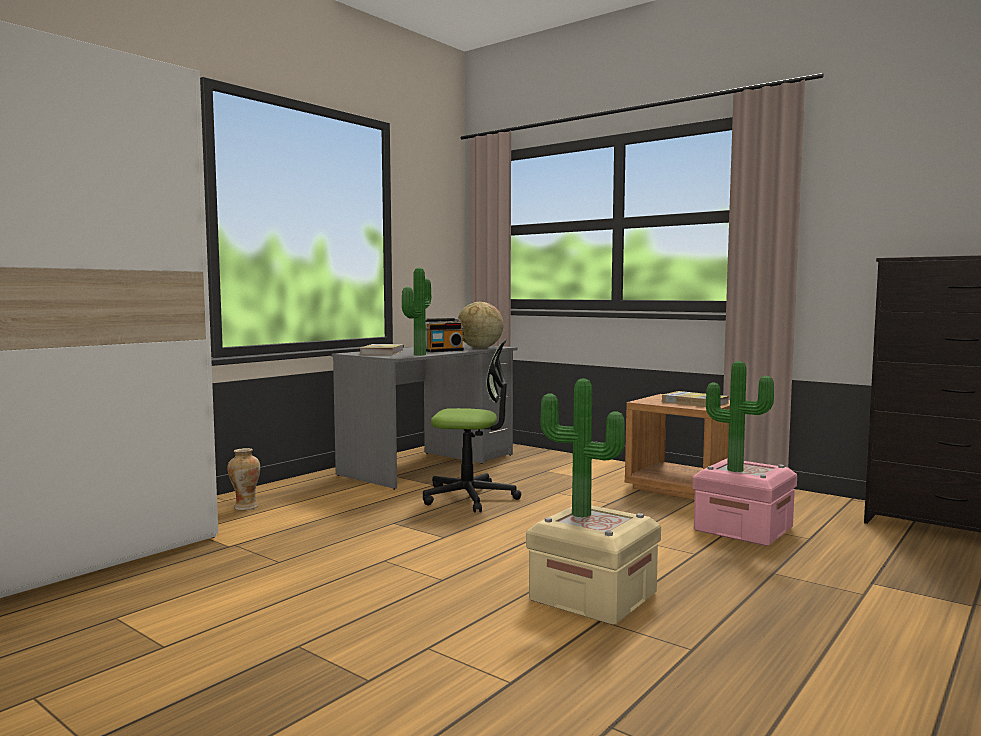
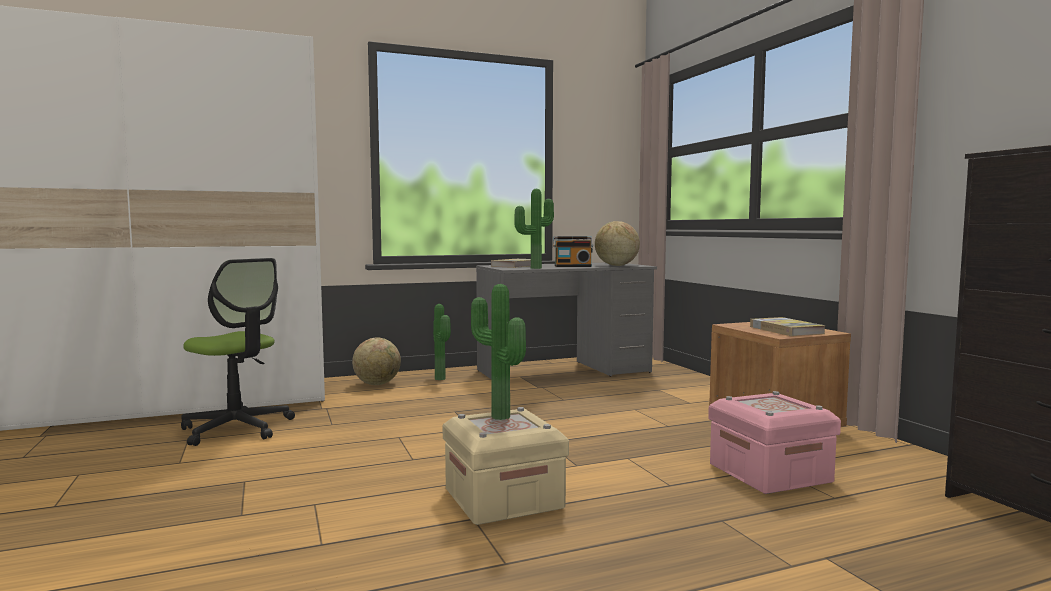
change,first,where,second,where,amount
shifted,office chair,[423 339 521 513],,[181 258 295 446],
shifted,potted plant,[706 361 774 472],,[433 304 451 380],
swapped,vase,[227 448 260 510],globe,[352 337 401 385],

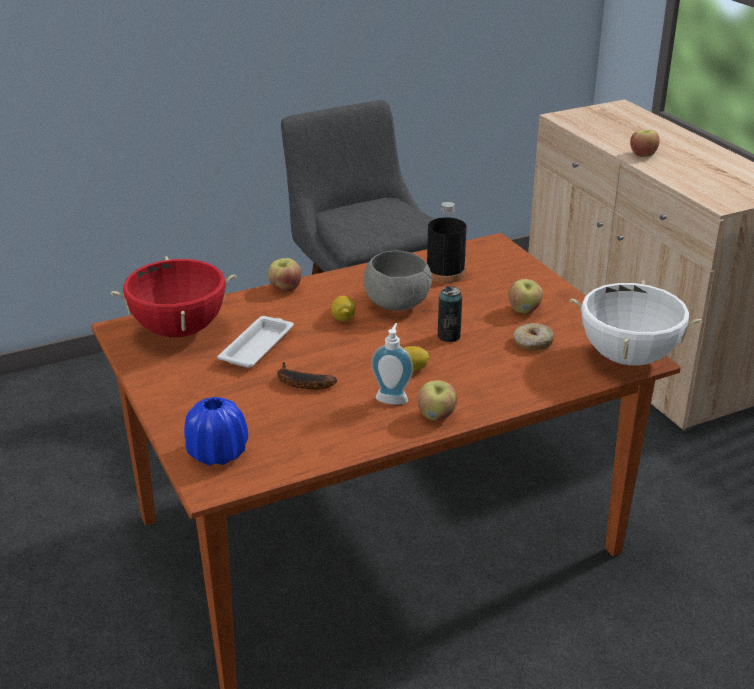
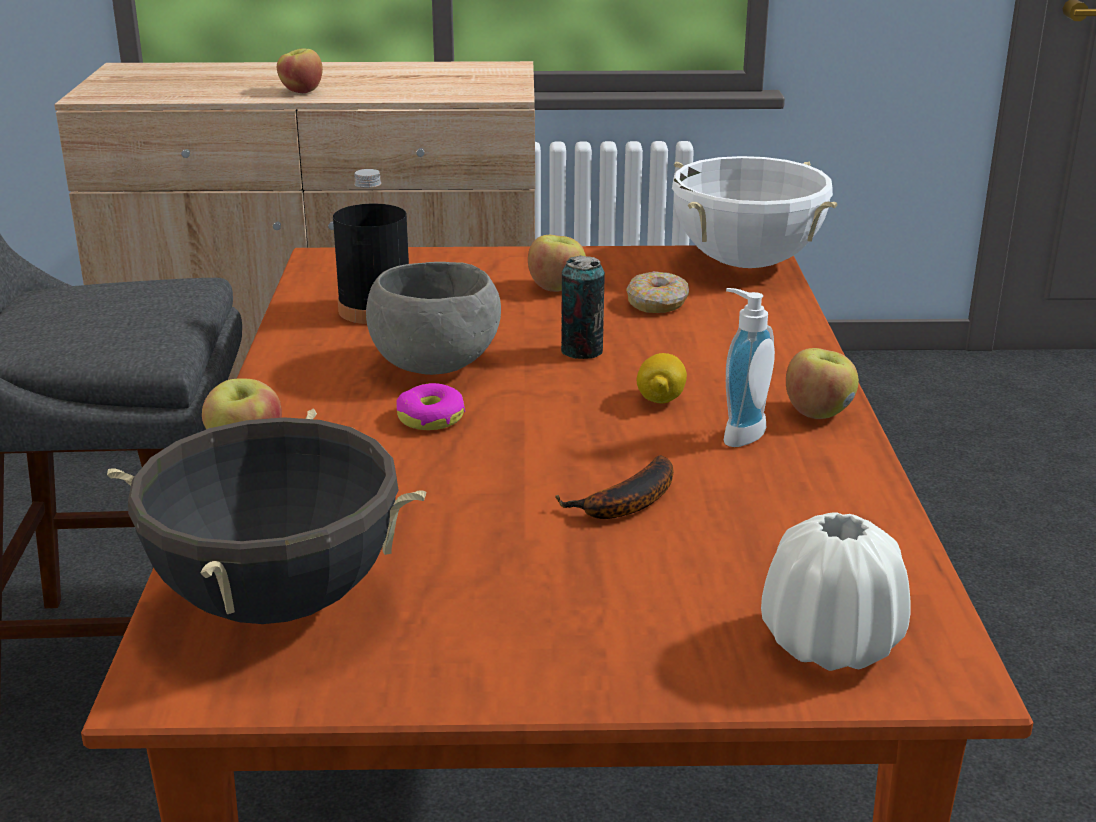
change,first,where,second,where,amount
repainted,red cooking pot,[110 256 237 337],black cooking pot,[107 408 426 624],
swapped,lemon,[331 296 356 321],donut,[396 383 465 430],
gone,white tray,[217 316 294 368],,,
repainted,blue vase,[184 397 248 466],white vase,[761 512 910 671],

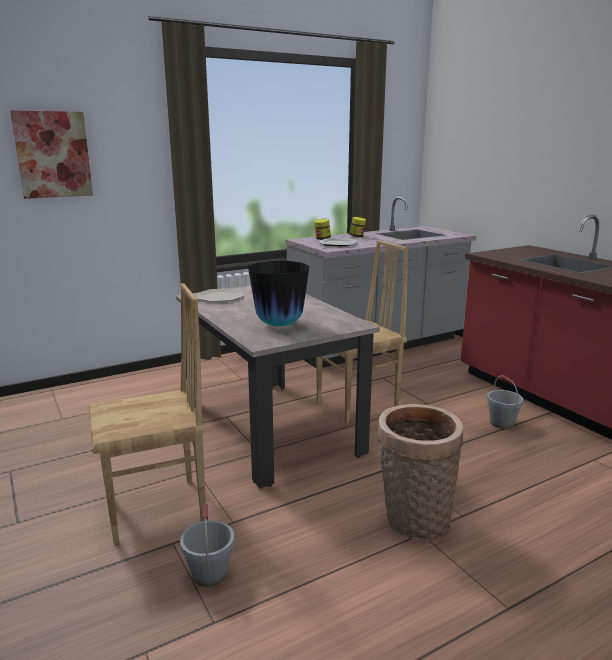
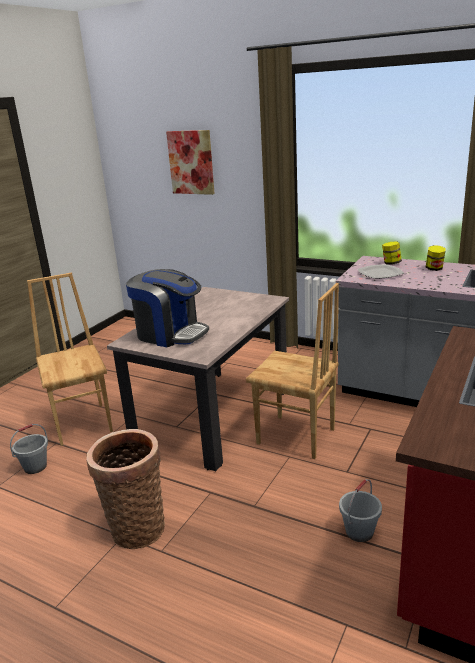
change,first,where,second,where,amount
swapped,vase,[248 261 309 326],coffee machine,[126 269 209 347],
rotated,brown chair,[88 283 206 544],,[27 273 113 446],150 degrees counterclockwise
gone,plate,[197 288 244 302],,,

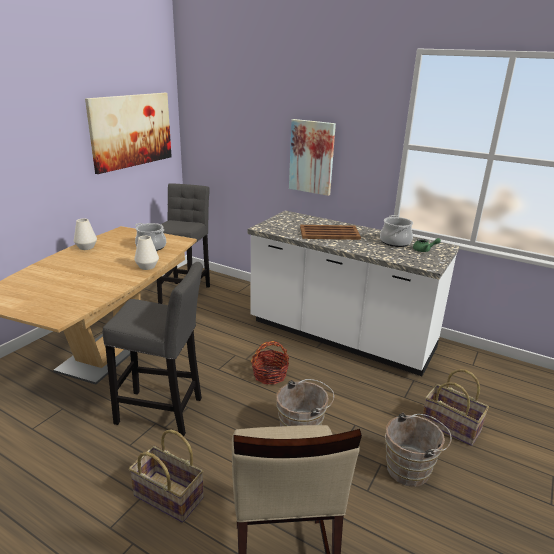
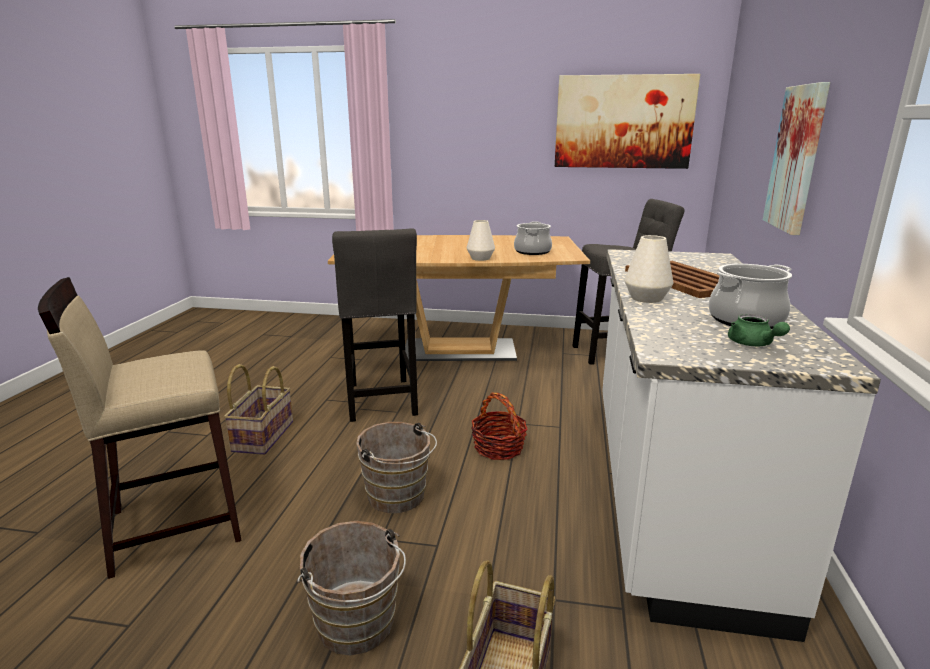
change,first,where,second,where,amount
shifted,white vase,[74 218 97 250],,[624 235 673 303],

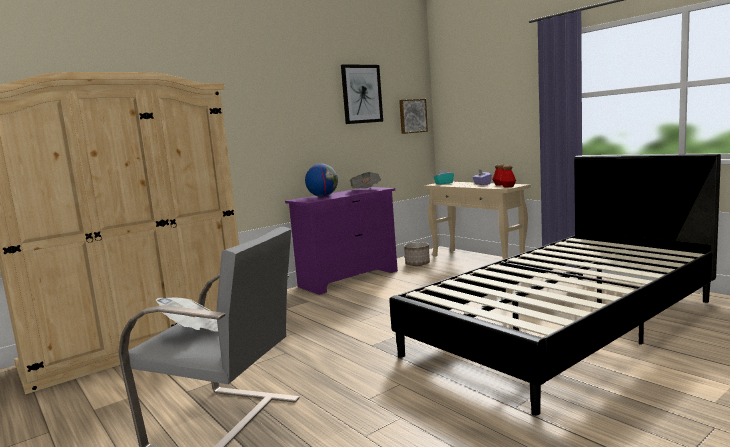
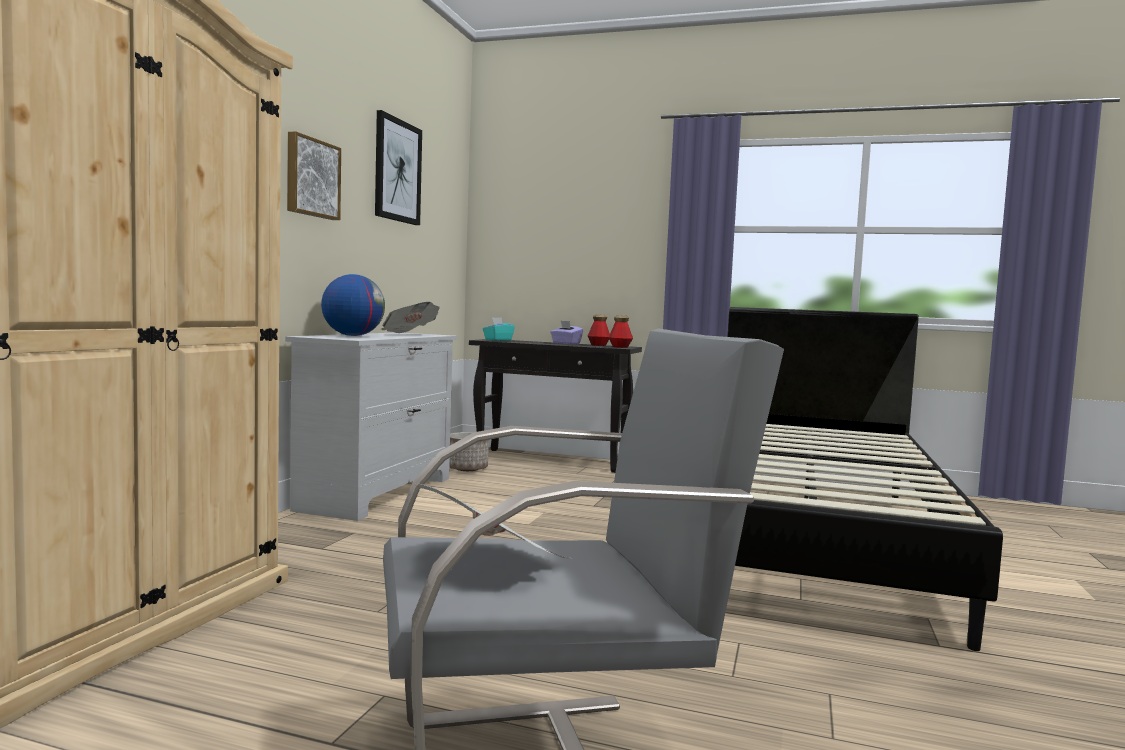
change,first,where,second,where,amount
shifted,picture,[399 99 428 134],,[287 131 341 220],
repainted,beige console table,[424 182 531 259],black console table,[469 339 642 473],
repainted,purple dresser,[285 187 398 295],white dresser,[285 333 457 521],

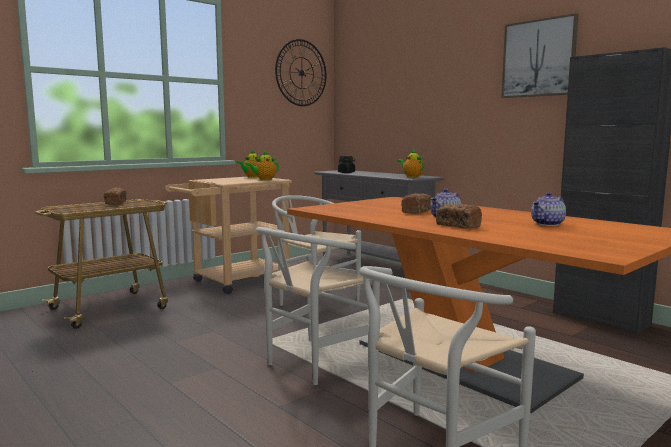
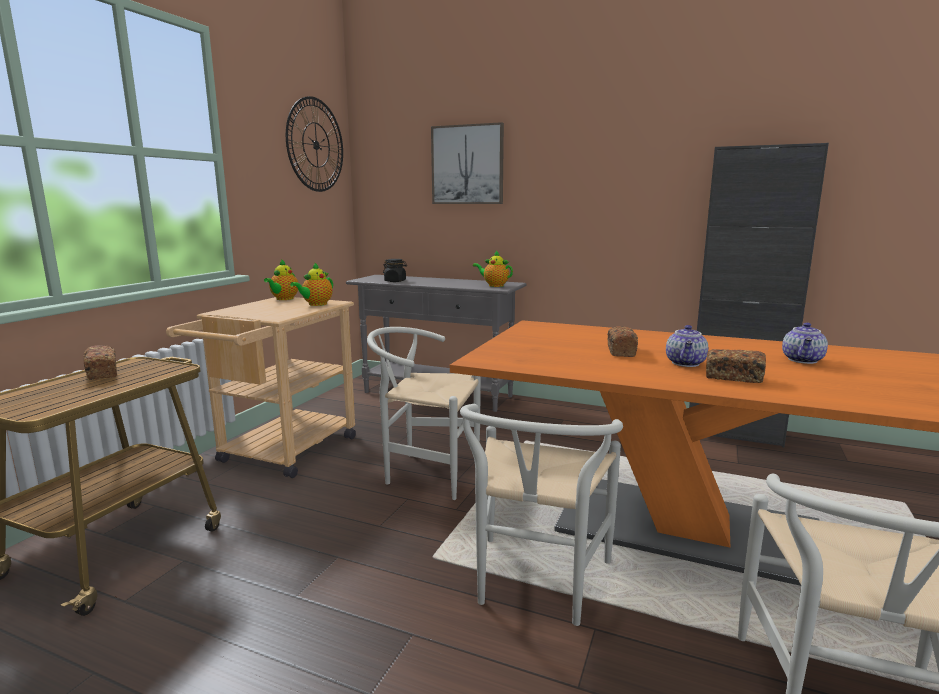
change,first,where,second,where,amount
shifted,picture,[501 13 578 98],,[431 122 504 204],

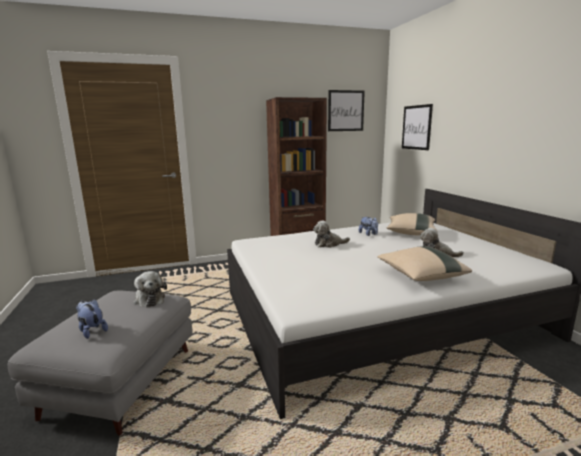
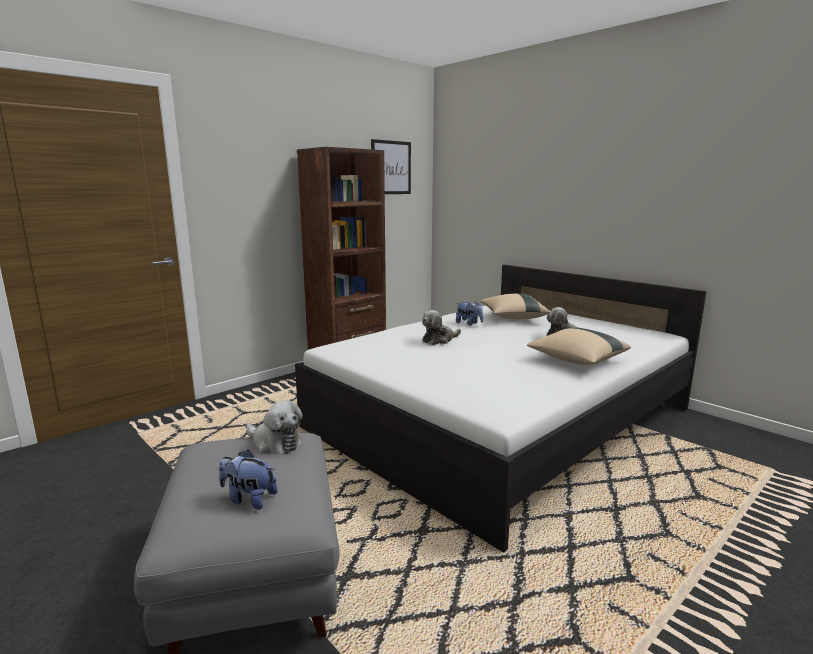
change,first,where,second,where,amount
gone,picture,[402 104 433 150],,,

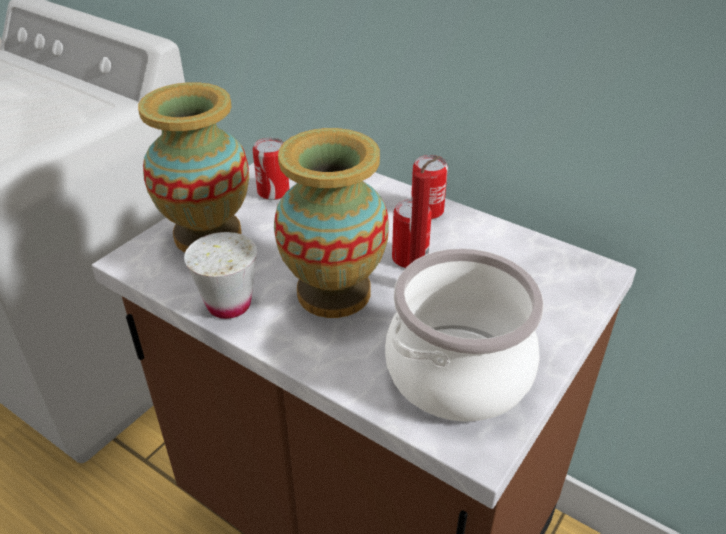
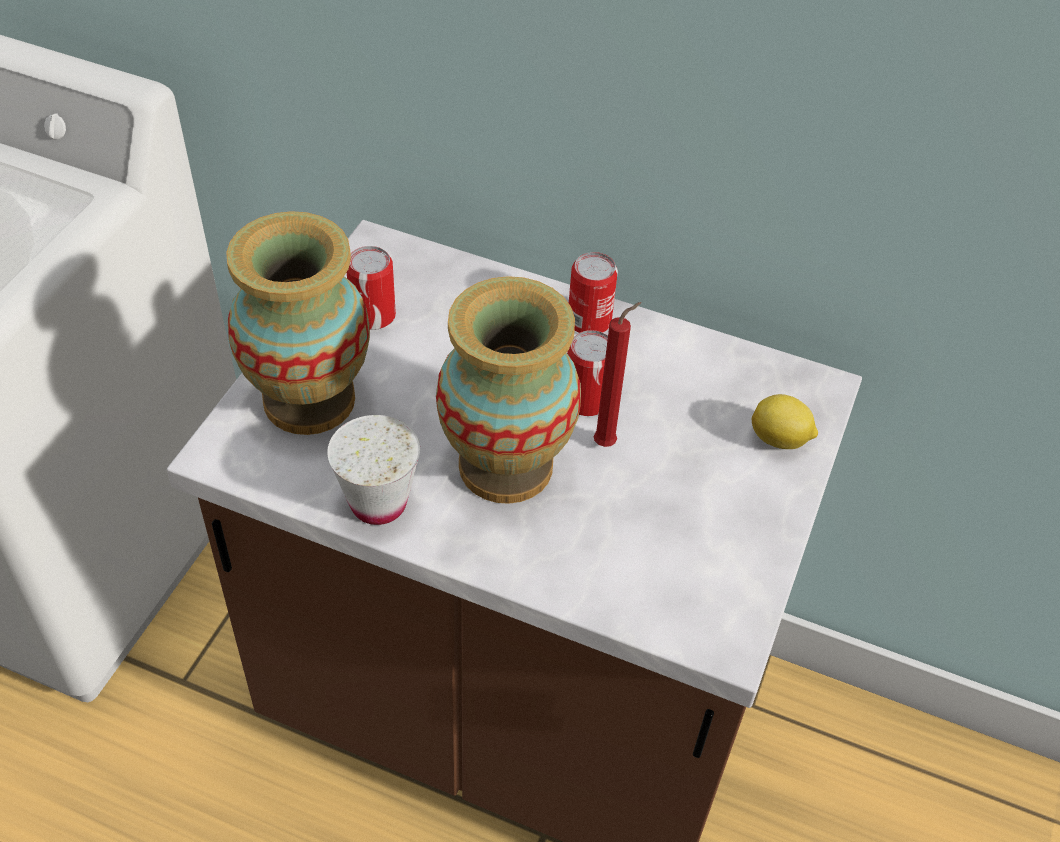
change,first,where,second,where,amount
gone,cooking pot,[385 248 544 422],,,
new,,,lemon,[752 394 818 449],

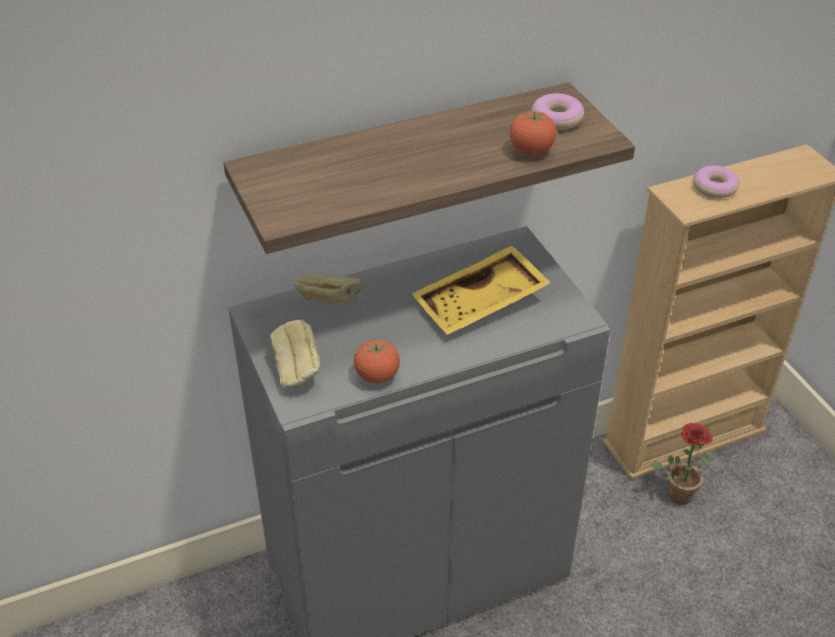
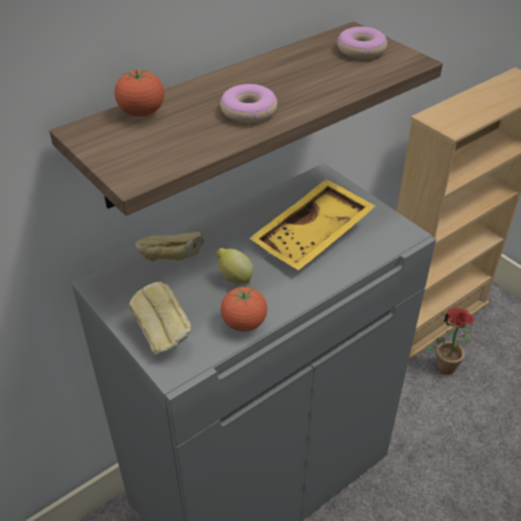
change,first,where,second,where,amount
shifted,tomato,[510 110 556 155],,[115 69 164 117],
shifted,donut,[693 165 740 198],,[220 84 278 123],
new,,,lemon,[217 248 254 285],

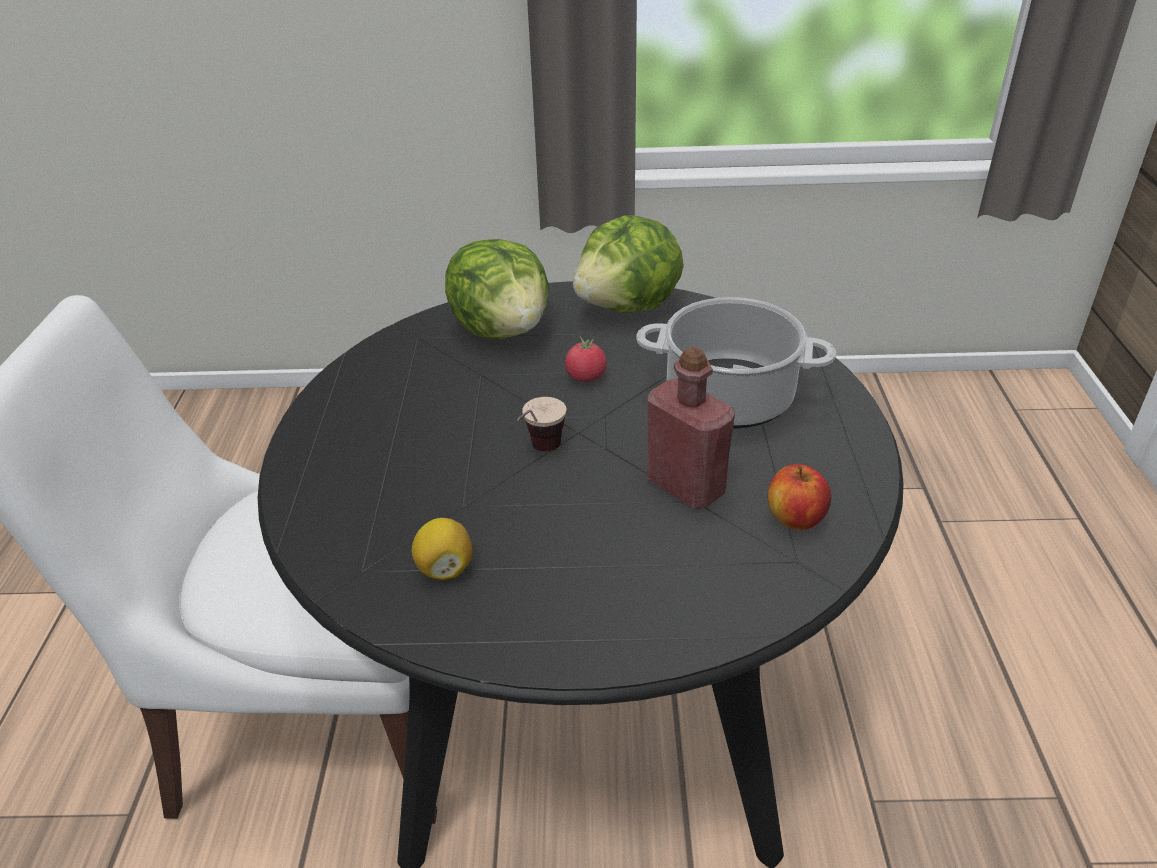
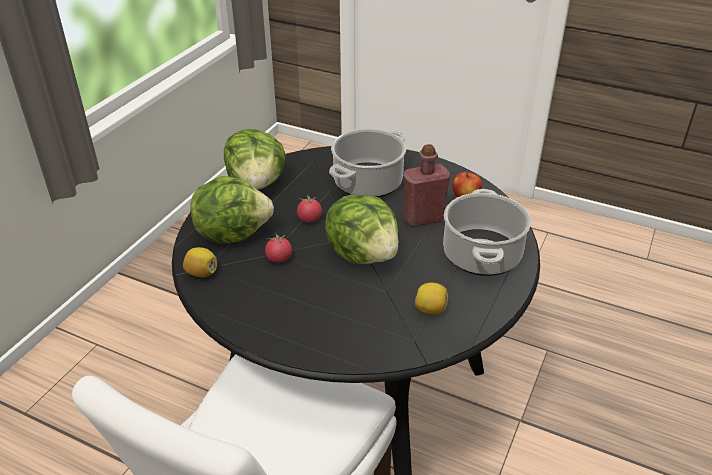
change,first,where,second,where,amount
swapped,cup,[517 397 566 452],lettuce,[325 194 399 264],
new,,,cooking pot,[443 189 531 276],
new,,,tomato,[265 234 292 263],
new,,,lemon,[183 247 217 277],

